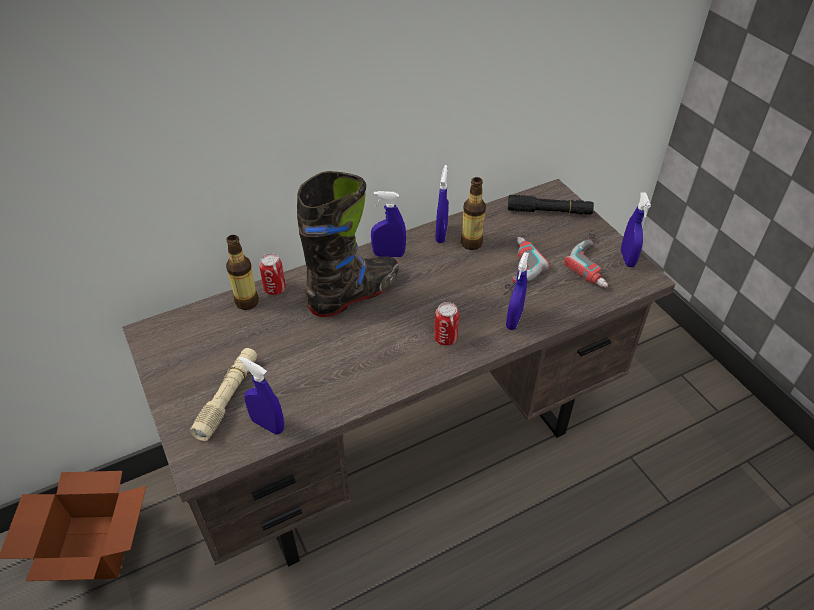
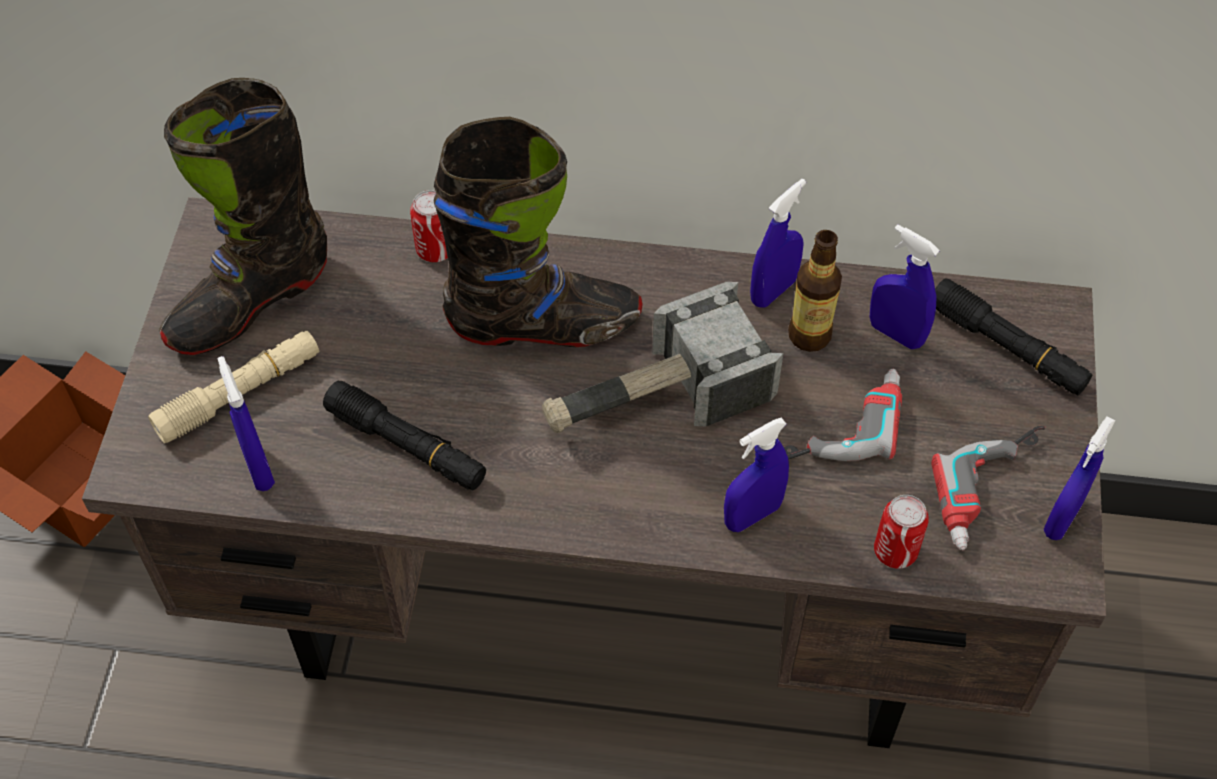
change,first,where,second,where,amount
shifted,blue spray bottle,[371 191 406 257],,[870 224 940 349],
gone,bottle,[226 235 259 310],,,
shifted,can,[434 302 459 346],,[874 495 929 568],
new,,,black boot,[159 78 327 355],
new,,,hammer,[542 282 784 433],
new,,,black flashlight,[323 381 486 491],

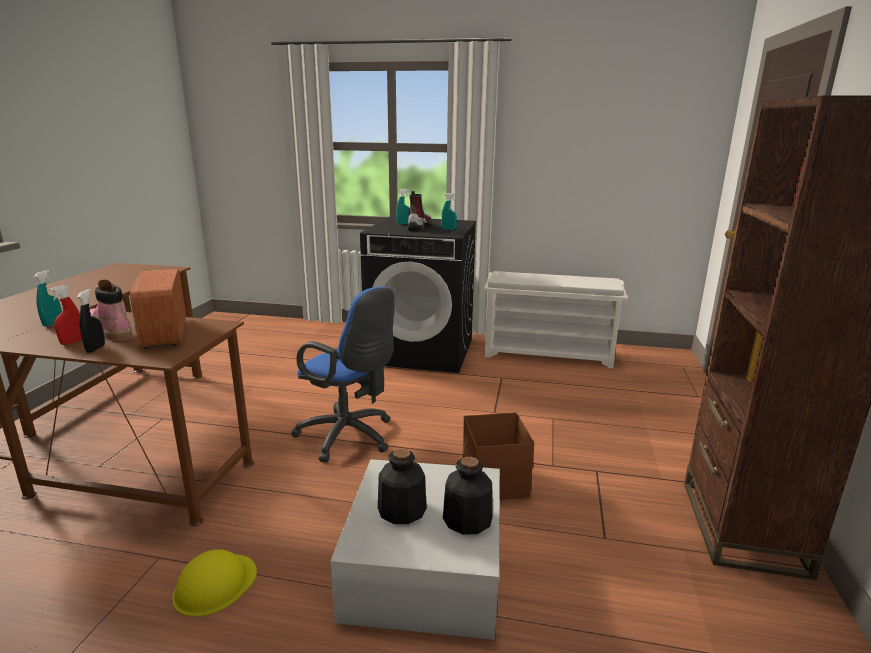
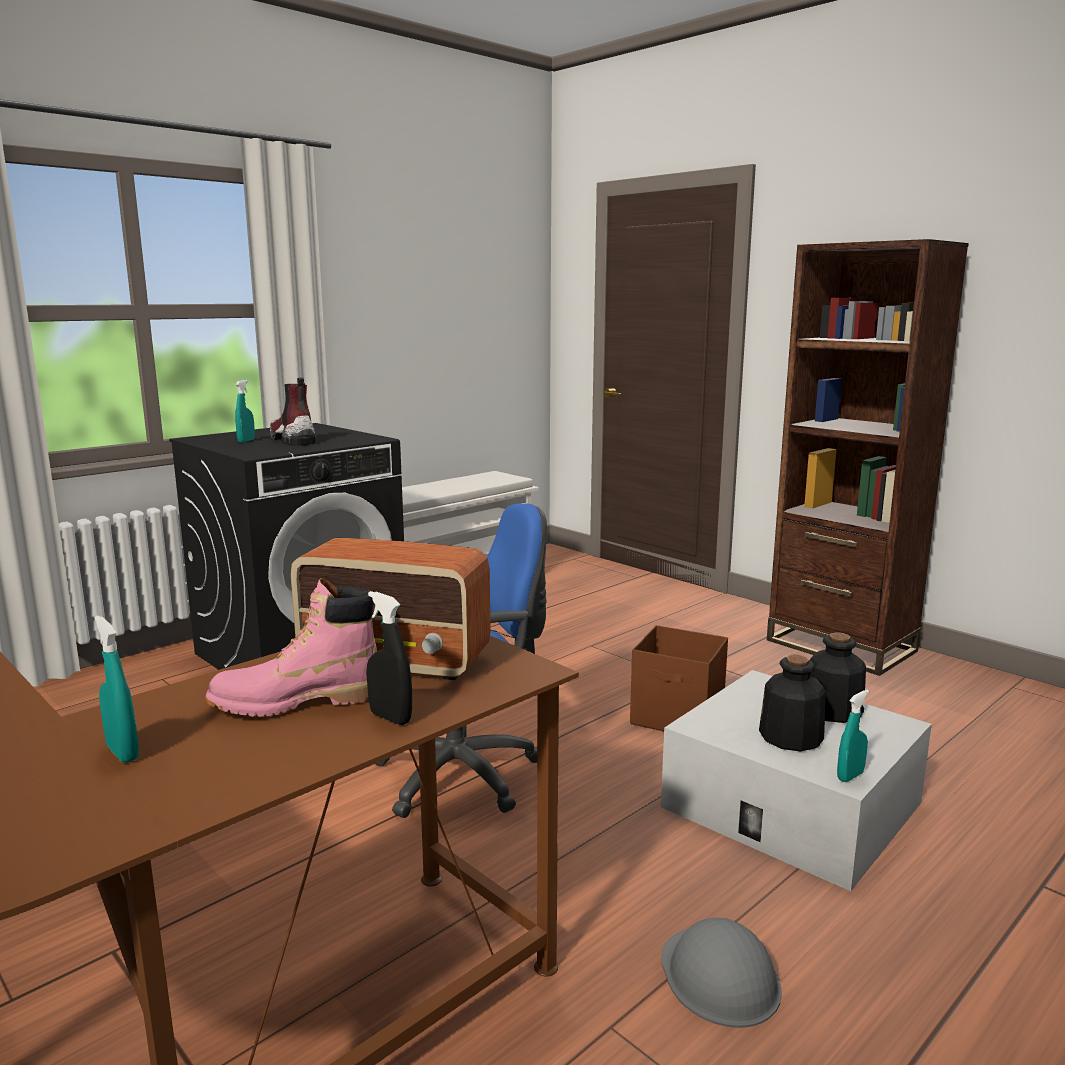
change,first,where,second,where,amount
shifted,turquoise spray bottle,[441 193 457 230],,[837 690 869 782],
gone,red spray bottle,[49 285 82 345],,,
repainted,yellow hard hat,[172 549 257 617],grey hard hat,[661 918 782 1028],

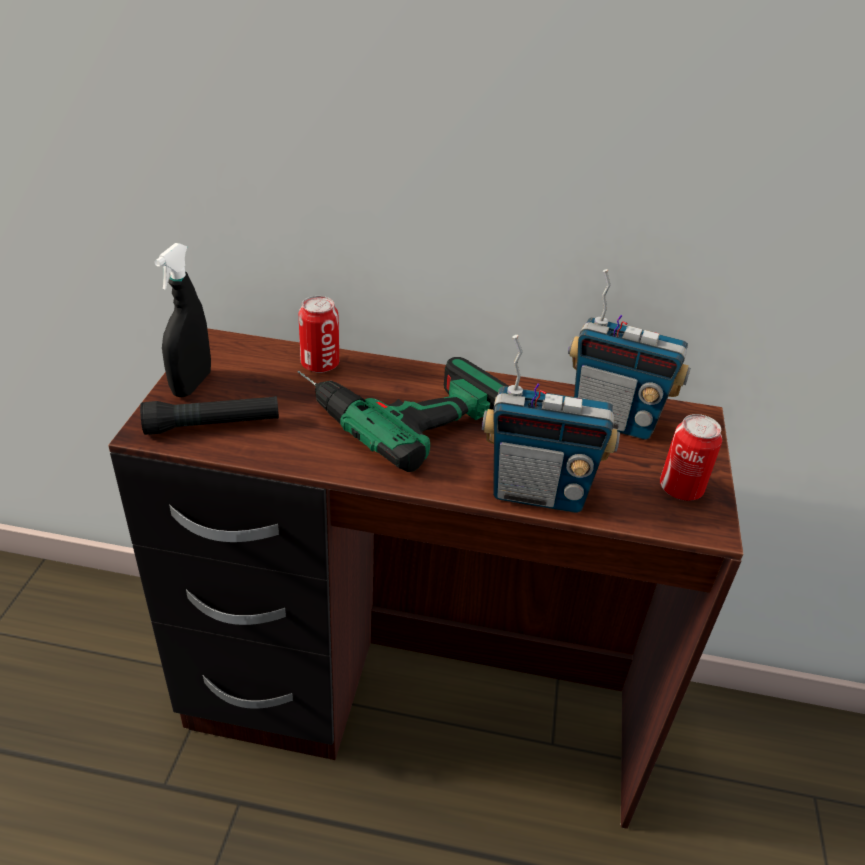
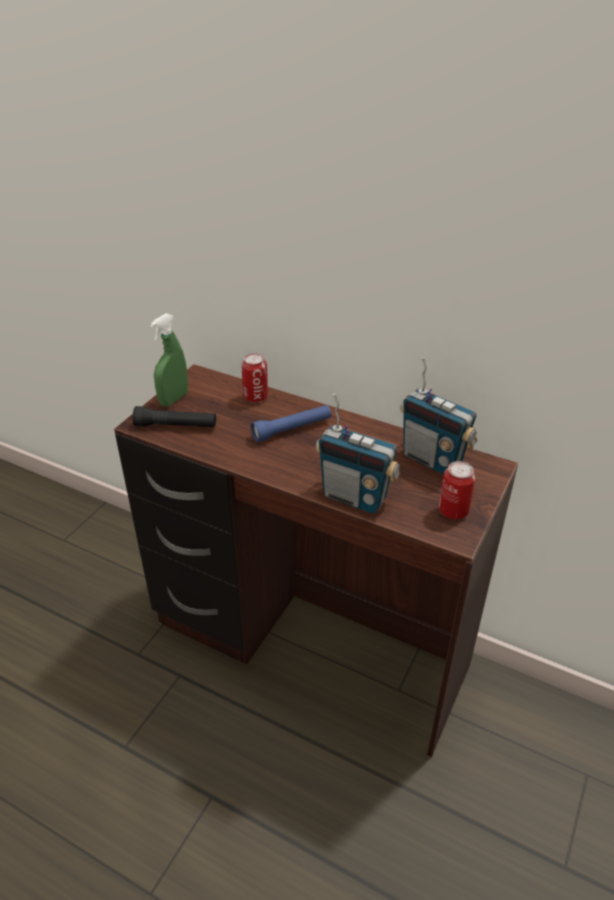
change,first,where,second,where,amount
repainted,black spray bottle,[154 243 211 397],green spray bottle,[150 313 188 407],
swapped,power drill,[298 357 509 472],blue flashlight,[251 405 331 442],

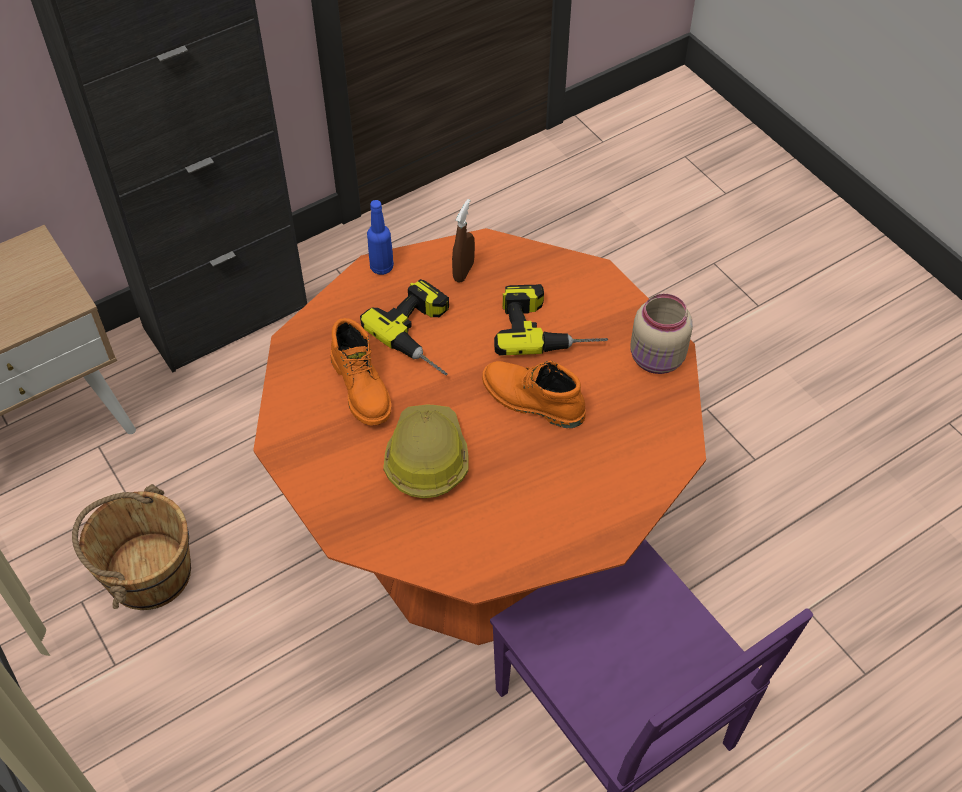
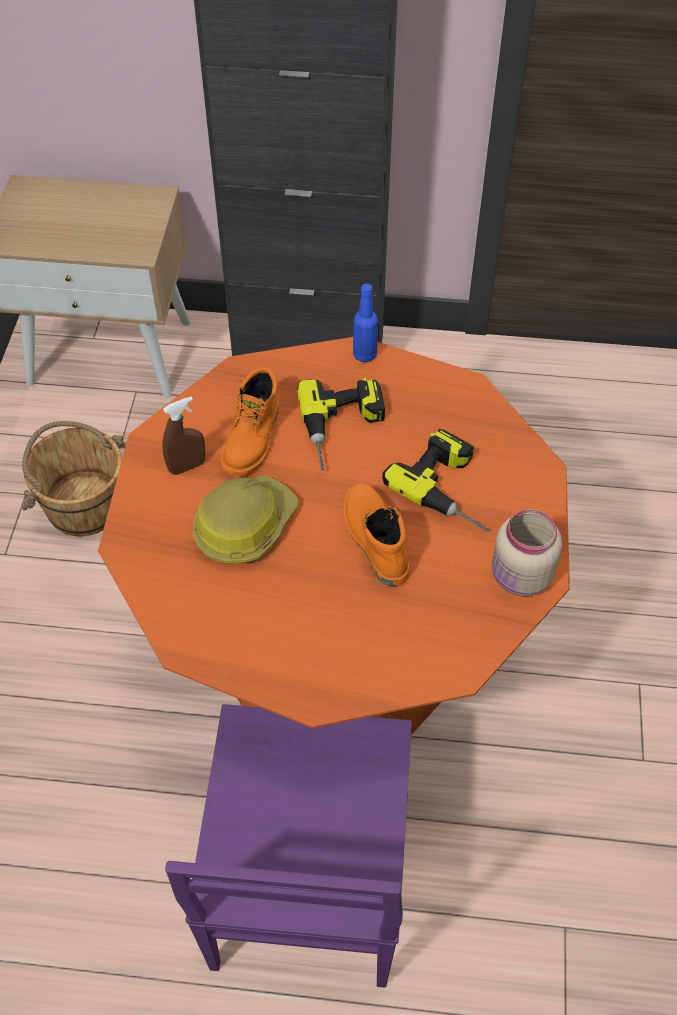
change,first,where,second,where,amount
shifted,brown spray bottle,[452 199 475 283],,[162 396 205 475],

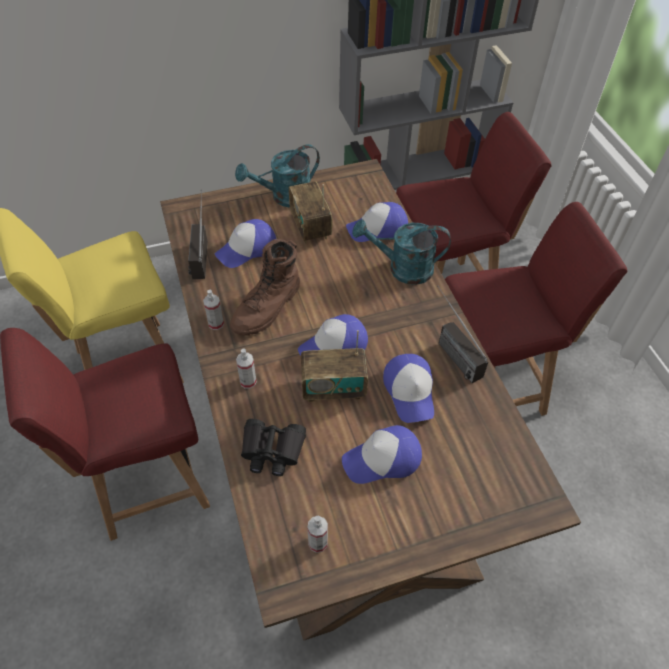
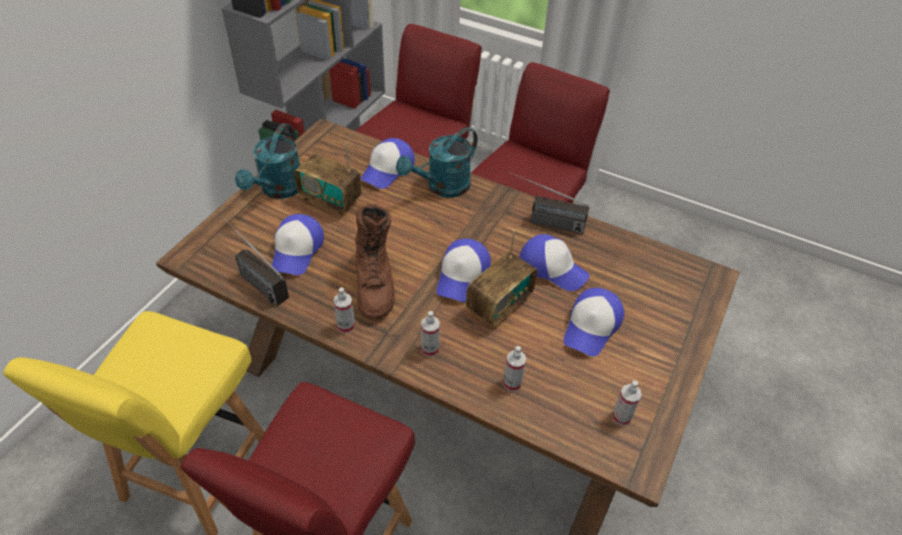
change,first,where,second,where,amount
swapped,black binoculars,[241 419 306 476],spray bottle,[503 346 526 391],

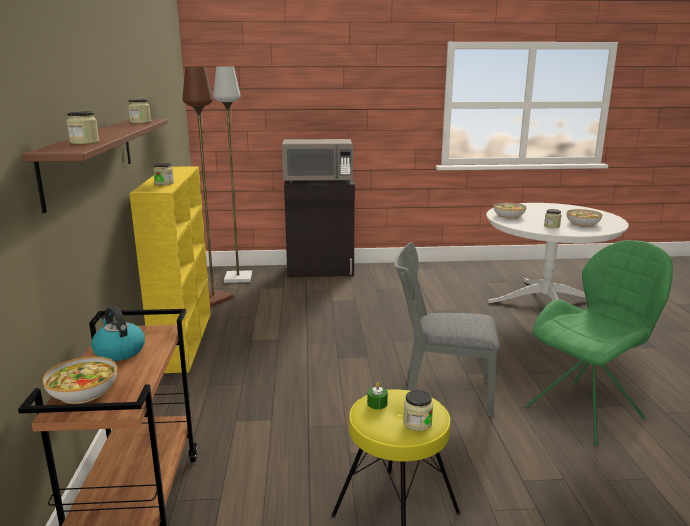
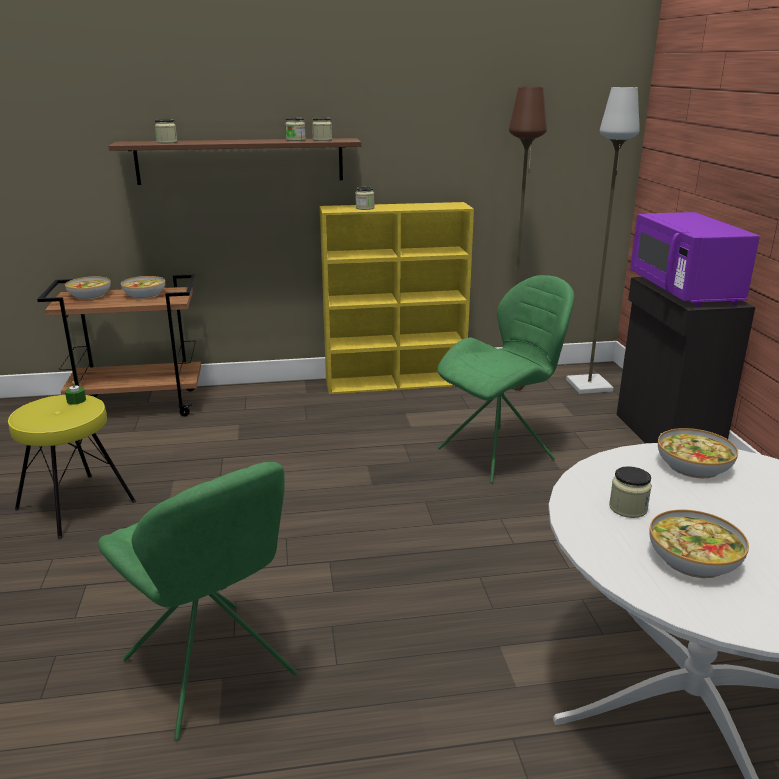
change,first,where,second,where,amount
repainted,grey microwave,[282 139 353 183],purple microwave,[630 212 760 307],
gone,grey chair,[394 243 500 417],,,
swapped,kettle,[91 306 145 361],bowl,[121 276 165 299],
shifted,jar,[403 390 433 431],,[285 117 306 141],
new,,,green chair,[437 275 574 483],

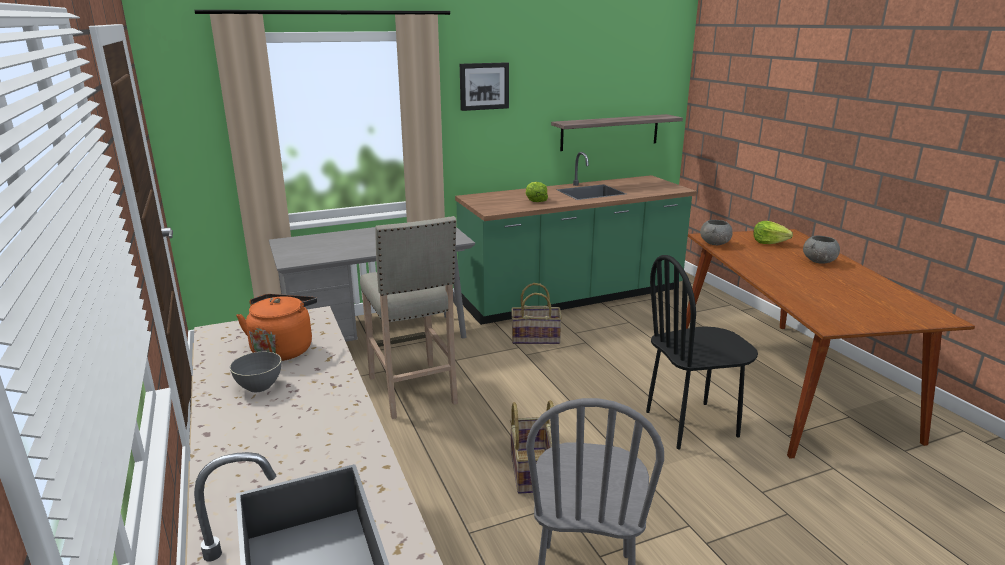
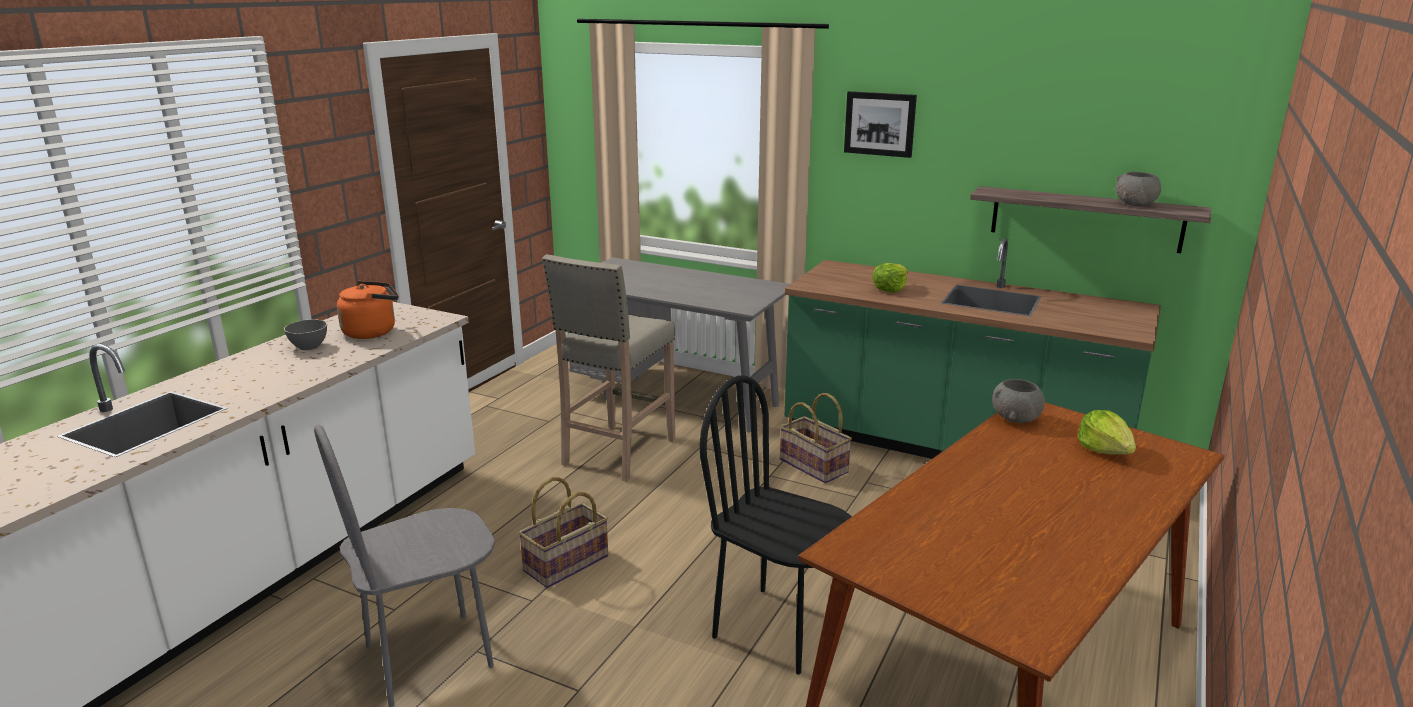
change,first,where,second,where,amount
shifted,grey bowl,[803 236 840 264],,[1115 172 1161 206],

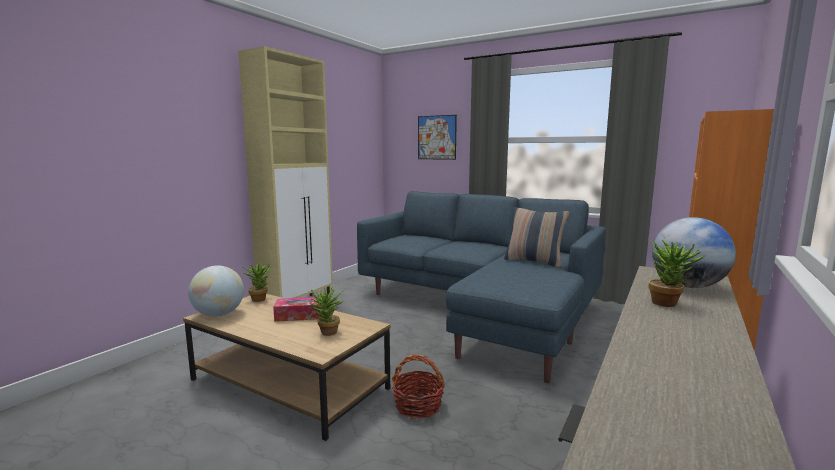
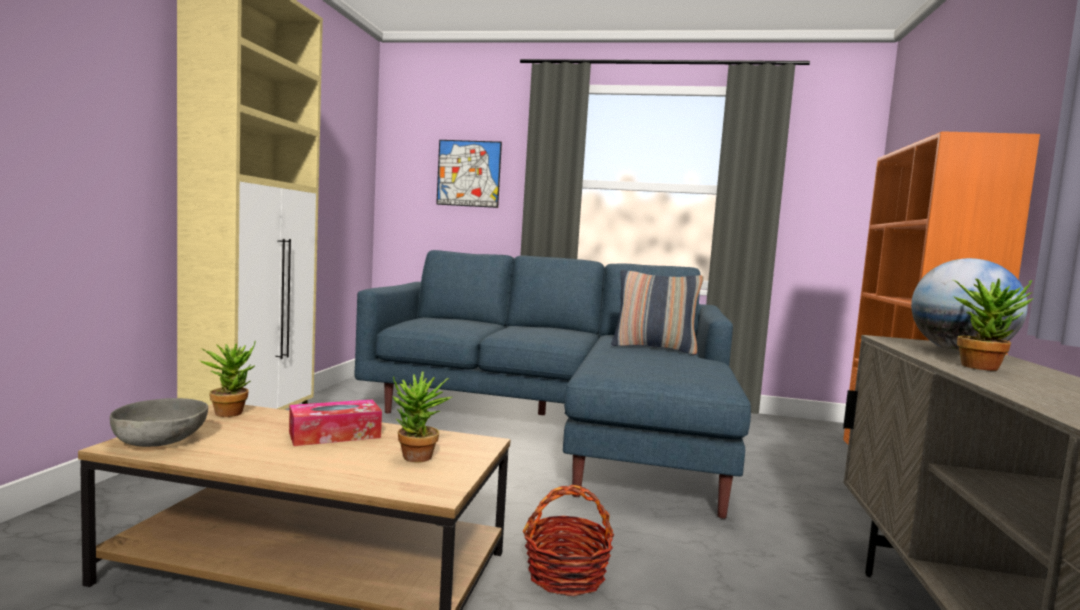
change,first,where,second,where,amount
swapped,globe,[188 265 244 317],grey bowl,[110 398 208 447],

